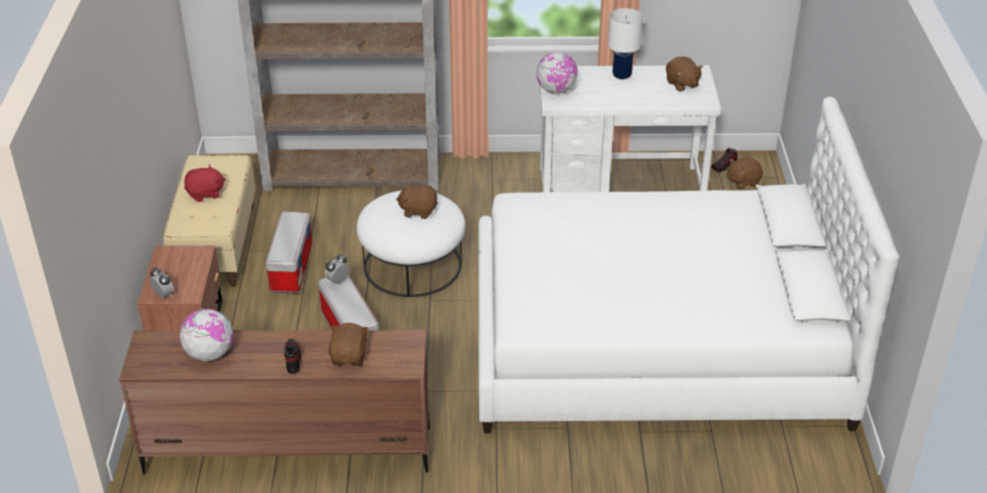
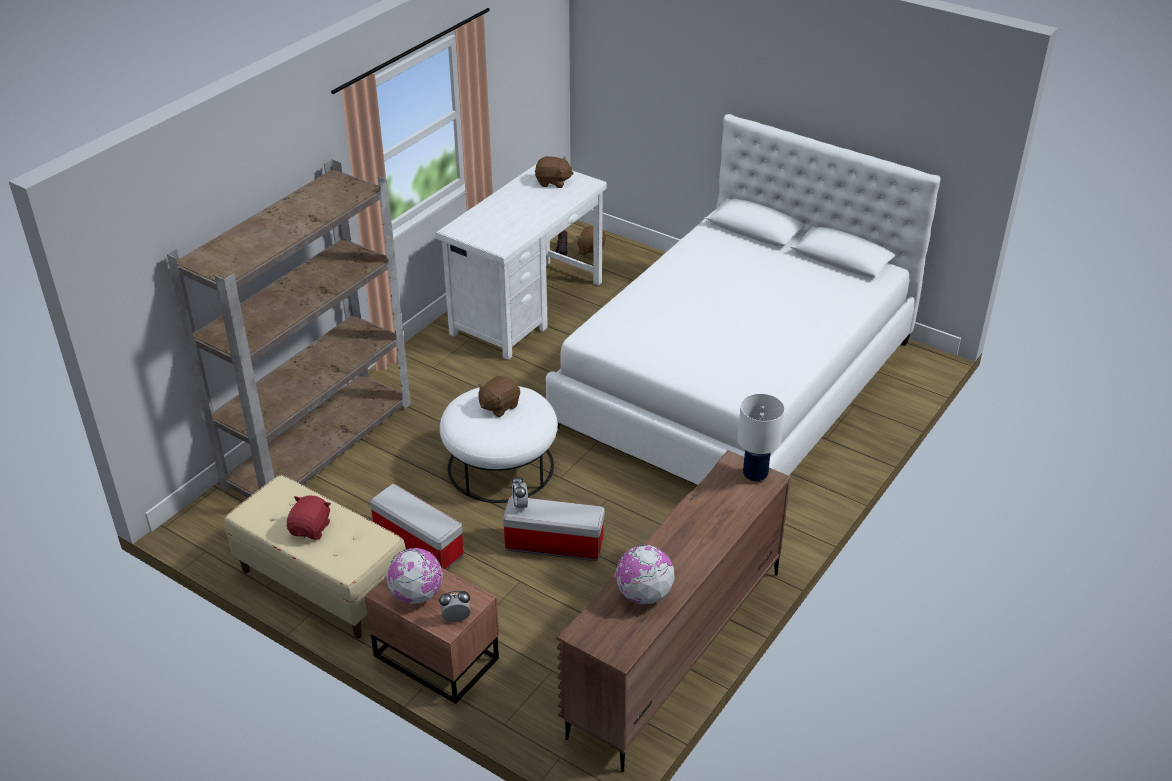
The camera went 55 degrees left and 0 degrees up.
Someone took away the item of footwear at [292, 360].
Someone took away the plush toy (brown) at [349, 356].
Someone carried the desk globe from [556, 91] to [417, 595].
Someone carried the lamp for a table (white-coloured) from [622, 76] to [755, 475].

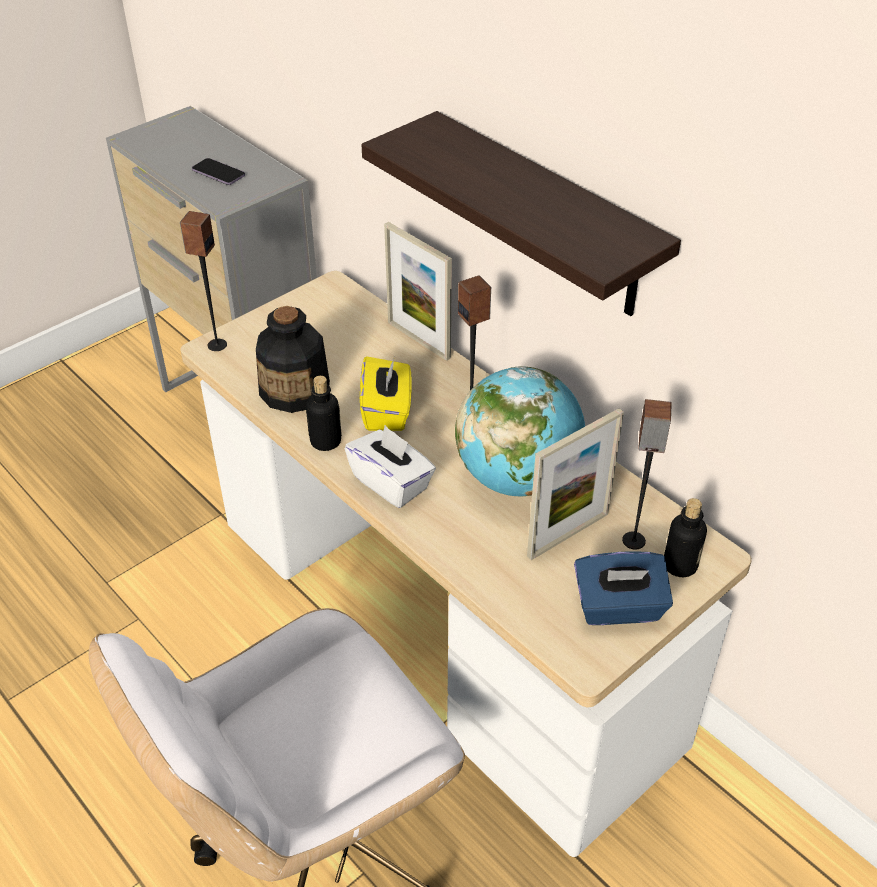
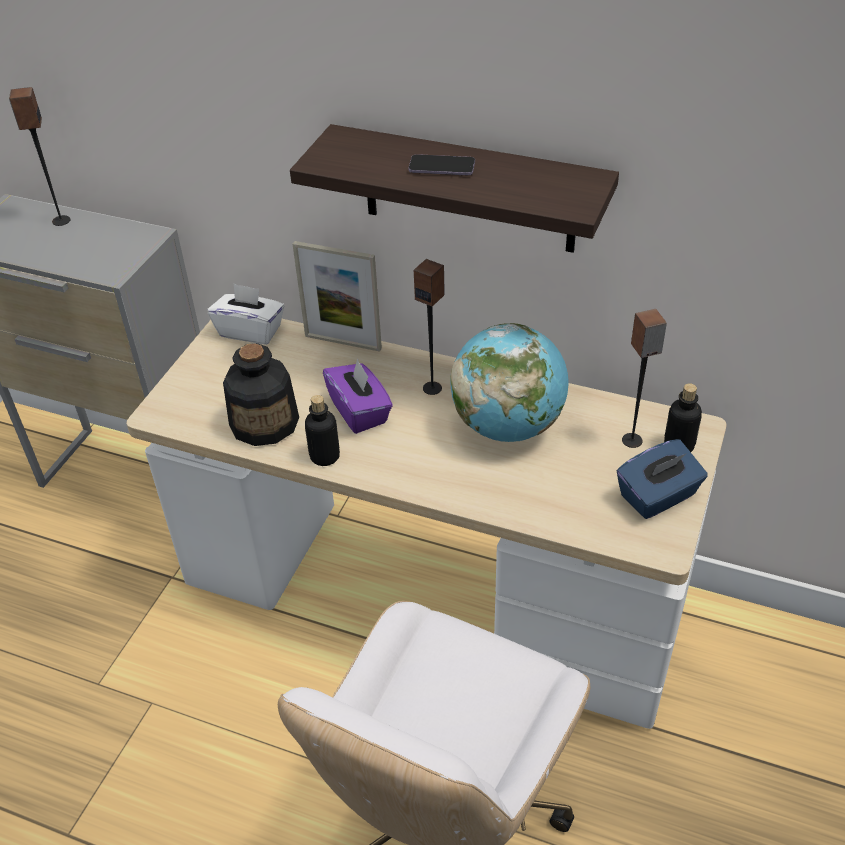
The camera went 25 degrees left and 0 degrees up.
Someone carried the loudspeaker from [216, 345] to [60, 221].
Someone carried the handset from [218, 173] to [442, 167].
Someone carried the tissue box (white-coloured) from [391, 483] to [250, 331].
Someone repainted the tissue box (yellow) at [387, 411], which became the tissue box (purple) at [359, 411].
Someone took away the photo frame at [568, 535].

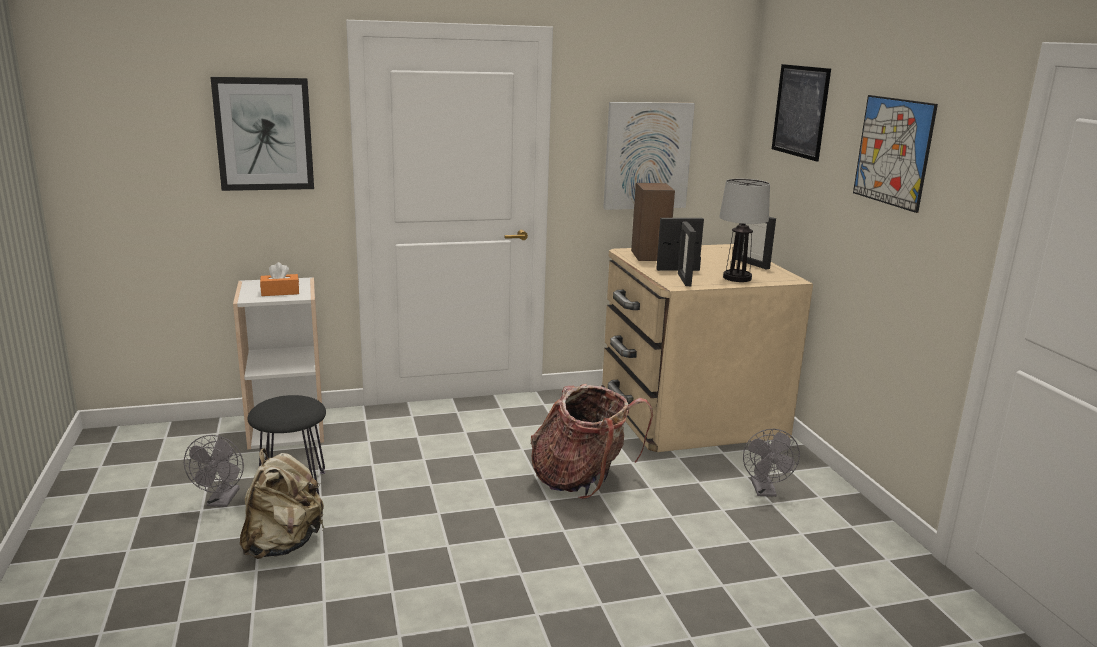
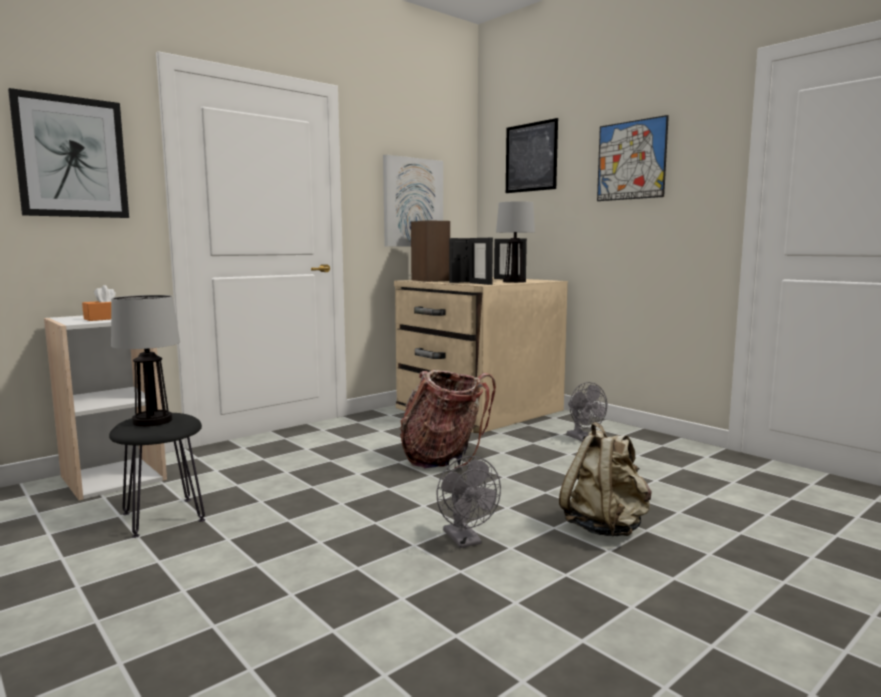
The camera went 25 degrees left and 10 degrees down.
Someone carried the cooling fan (grey) from [221, 501] to [466, 541].
Someone carried the rucksack (beige) from [283, 544] to [605, 527].
Someone put down the lamp for a table at [151, 421].

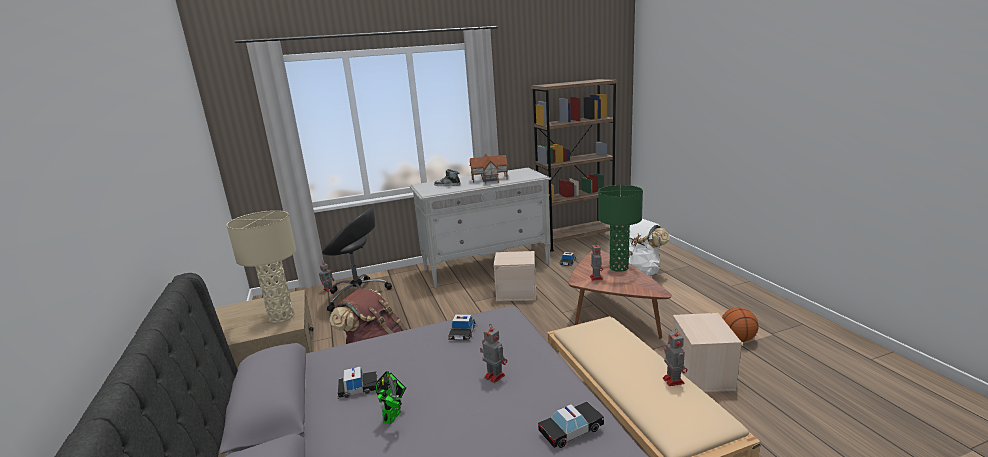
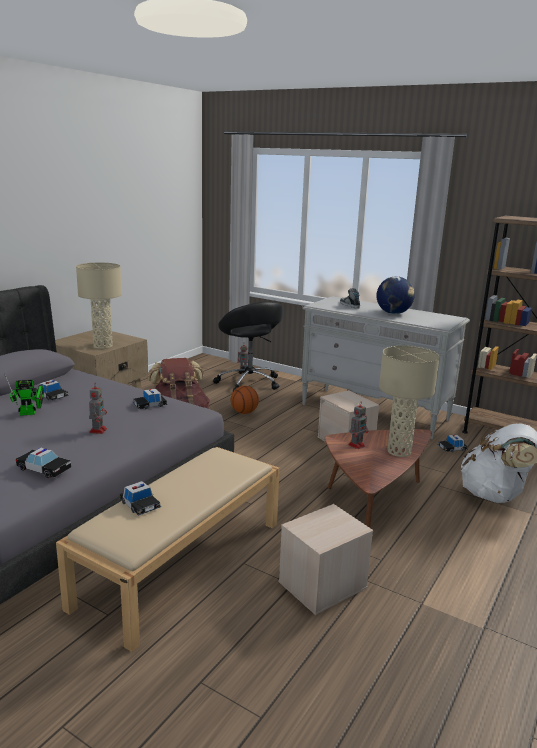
The camera went 50 degrees right and 0 degrees up.
Someone swapped the toy house at [489, 179] for the desk globe at [393, 313].
Someone repainted the lamp for a table (green-coloured) at [618, 267], which became the lamp for a table (beige) at [399, 451].
Someone took away the robot figure at [672, 380].
Someone carried the ball for basketball from [737, 339] to [244, 412].
Someone put down the miniature car at [140, 504].

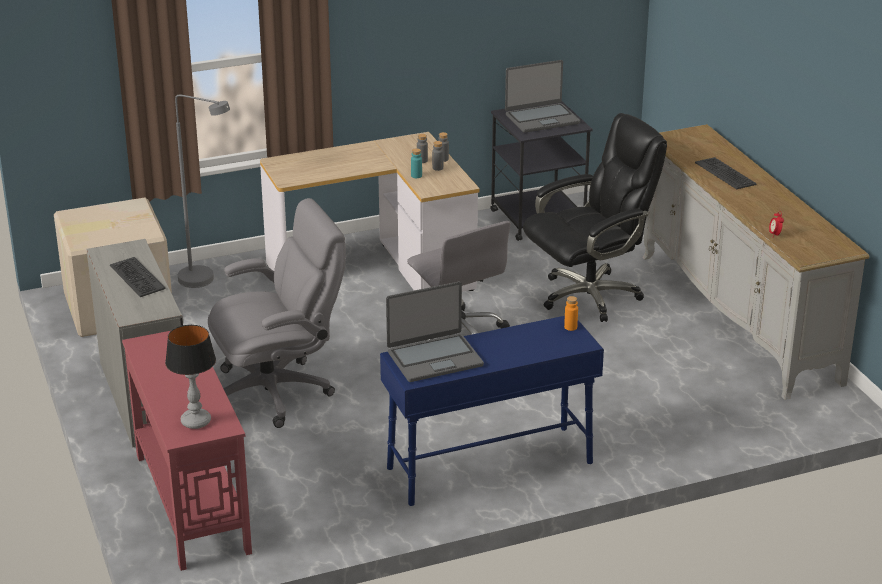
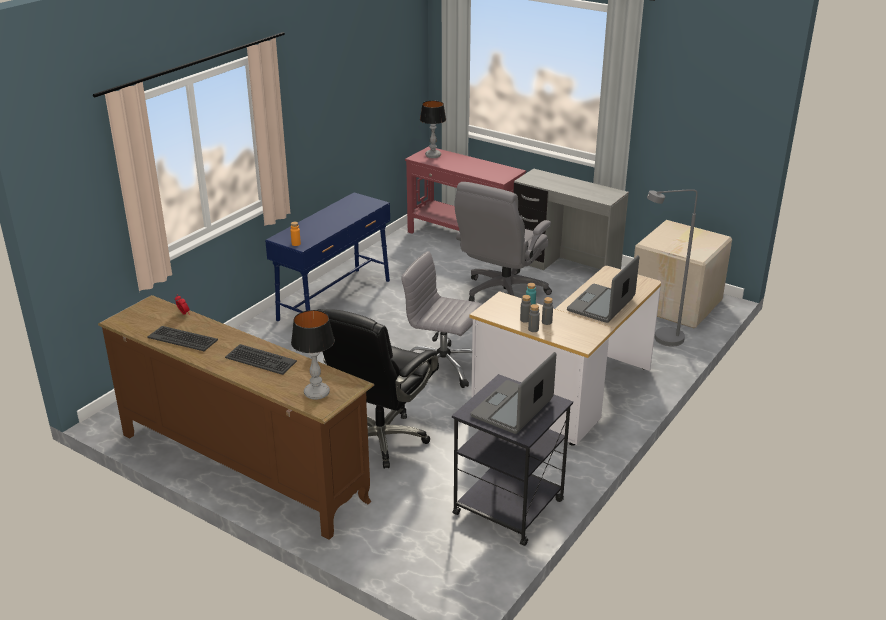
The camera went 145 degrees right and 0 degrees up.
Someone carried the PC keyboard from [136, 278] to [183, 339].
Someone carried the portable computer from [434, 358] to [601, 305].
Someone repainted the cabinet (grey) at [736, 318], which became the cabinet (brown) at [243, 465].
Someone put down the lamp for a table at [317, 393].

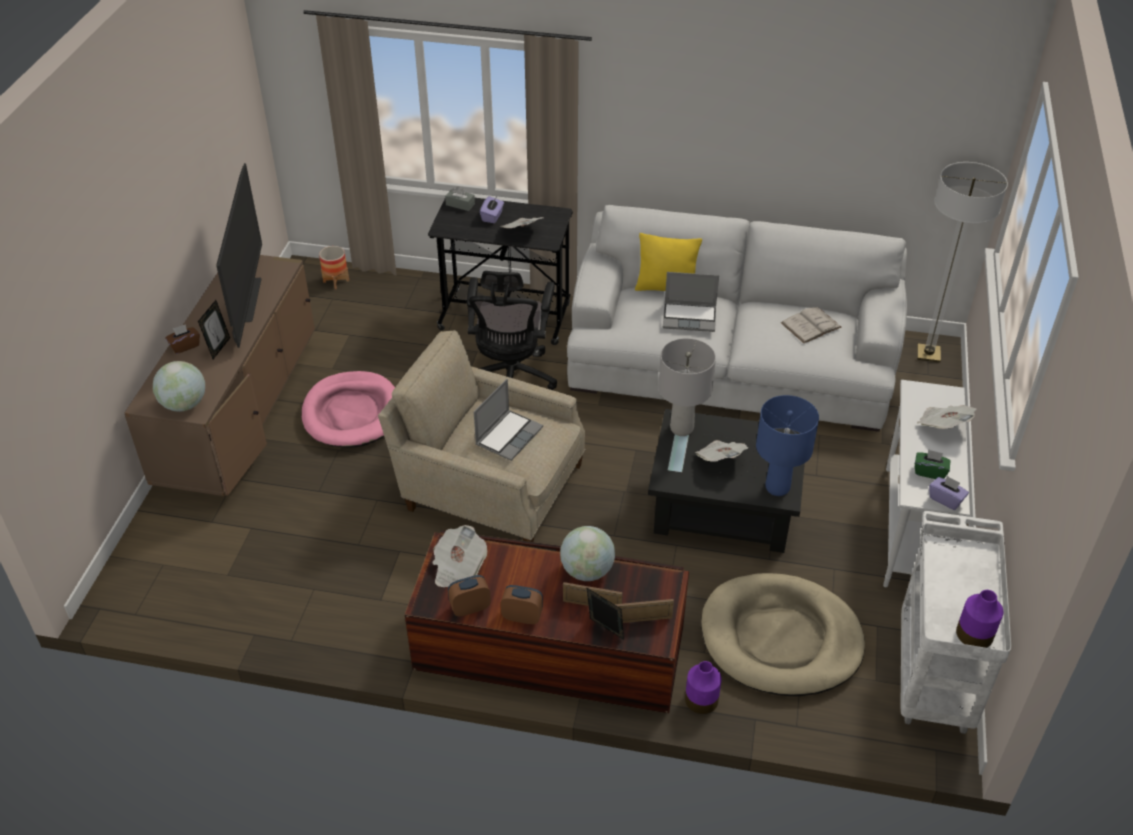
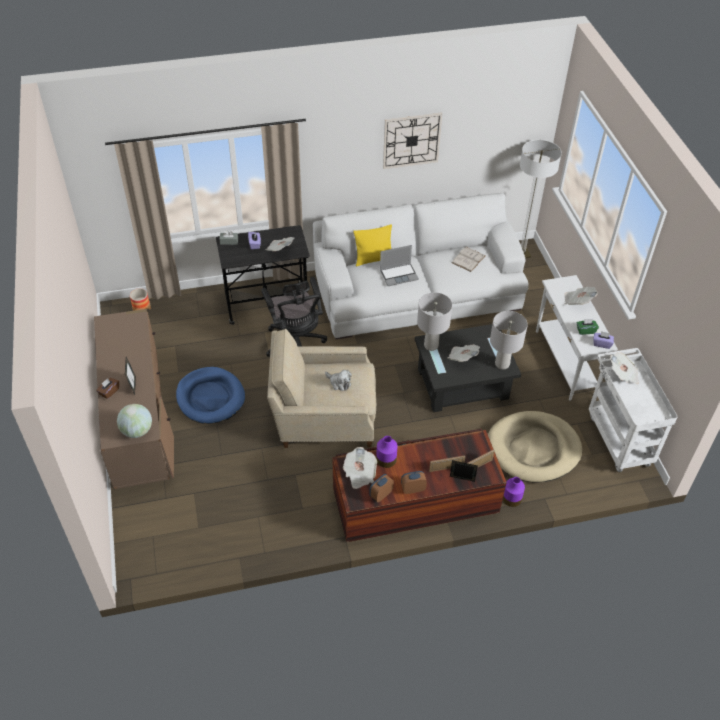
The camera went 25 degrees left and 5 degrees up.
Someone took away the television at [250, 300].
Someone repainted the pet bed (pink-coloured) at [352, 413], which became the pet bed (bluish) at [210, 397].
Someone swapped the portable computer at [509, 435] for the plush toy at [339, 383].
Someone took away the desk globe at [587, 571].
Someone repainted the lamp for a table (bluish) at [777, 487], which became the lamp for a table (grey) at [502, 364].
Someone carried the flower vase (purple) from [975, 633] to [386, 459].
Someone put up the hanging clock at [411, 140].
Someone put down the printed paper at [623, 374].

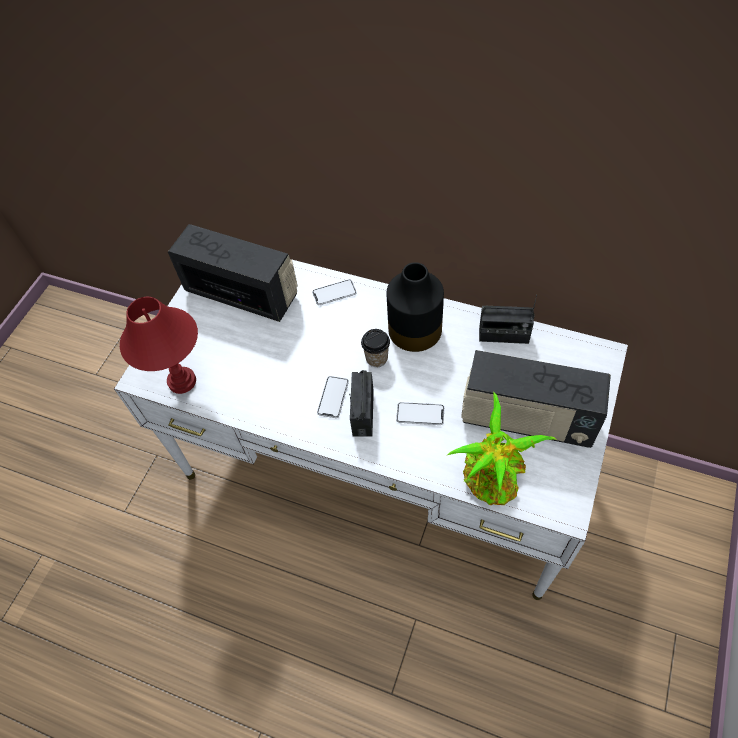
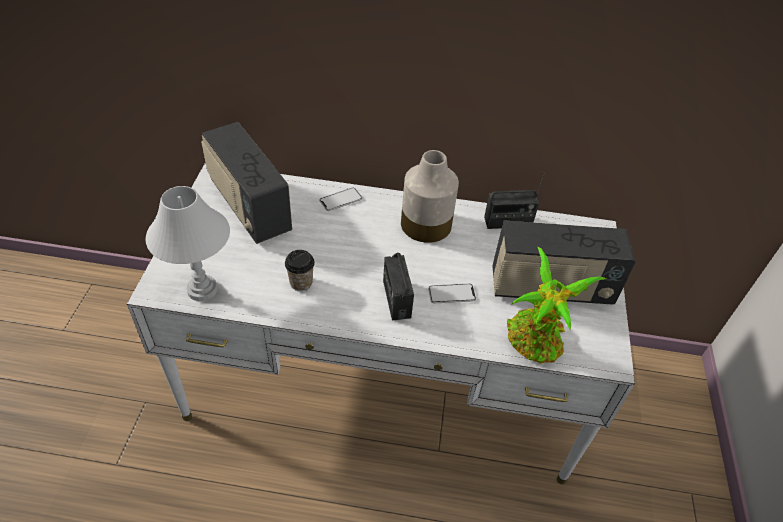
The camera went 20 degrees left and 10 degrees down.
Someone repainted the lamp for a table (reddish) at [182, 381], which became the lamp for a table (white-coloured) at [203, 289].
Someone rotated the radio at [242, 293] by 135 degrees counterclockwise.
Someone took away the handset at [333, 397].
Someone carried the small cup from [376, 358] to [301, 283].
Someone repainted the flower vase (black) at [415, 330], which became the flower vase (beige) at [426, 224].

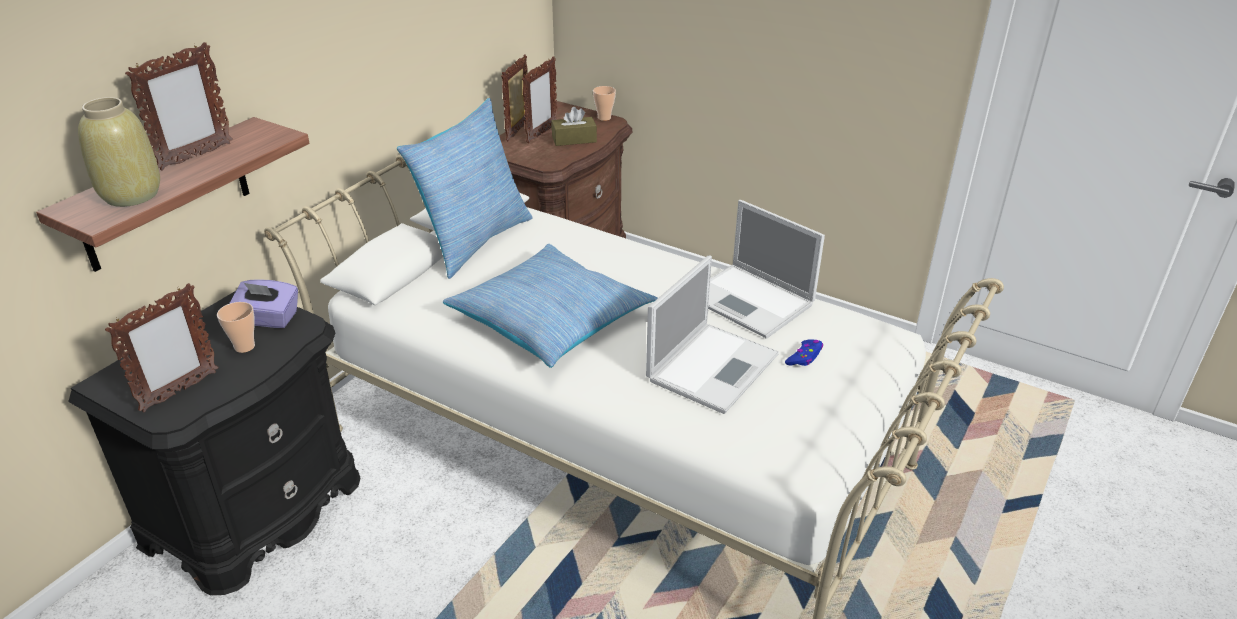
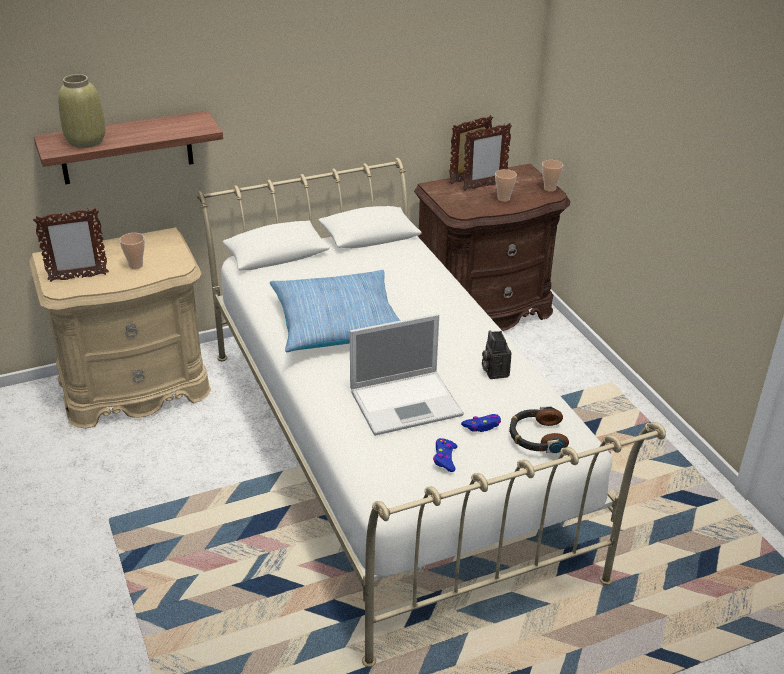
The camera went 35 degrees right and 0 degrees up.
Someone repainted the bedside table (black) at [262, 512], which became the bedside table (beige) at [137, 390].
Someone took away the photo frame at [195, 157].
Someone took away the tissue box (purple) at [268, 319].
Someone took away the throw pillow at [473, 241].
Someone swapped the tissue box (brown) at [574, 139] for the small cup at [503, 199].
Someone swapped the portable computer at [752, 301] for the still camera at [494, 371].
Someone put down the game controller (bluish) at [445, 458].
Someone put down the headphones at [536, 436].

